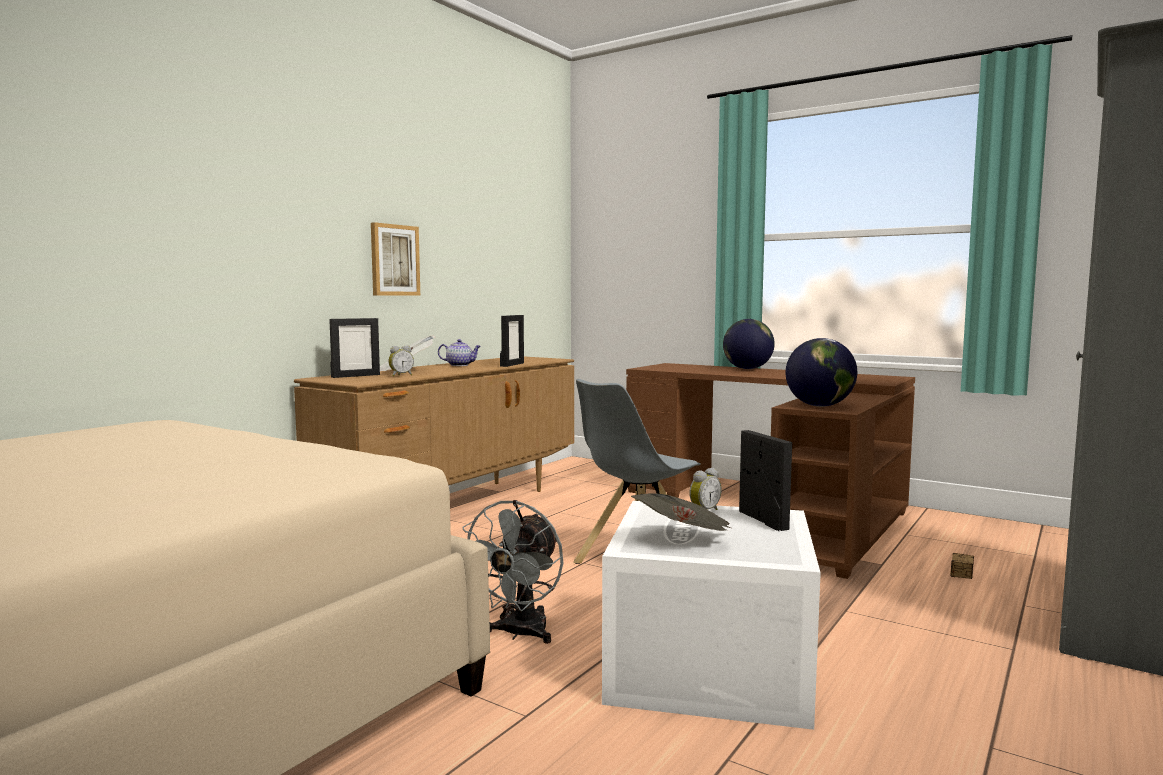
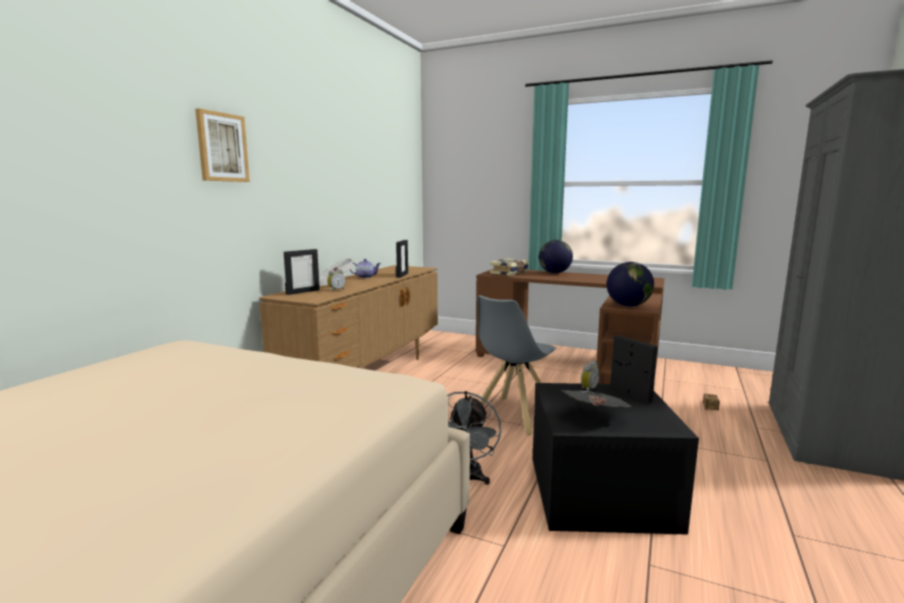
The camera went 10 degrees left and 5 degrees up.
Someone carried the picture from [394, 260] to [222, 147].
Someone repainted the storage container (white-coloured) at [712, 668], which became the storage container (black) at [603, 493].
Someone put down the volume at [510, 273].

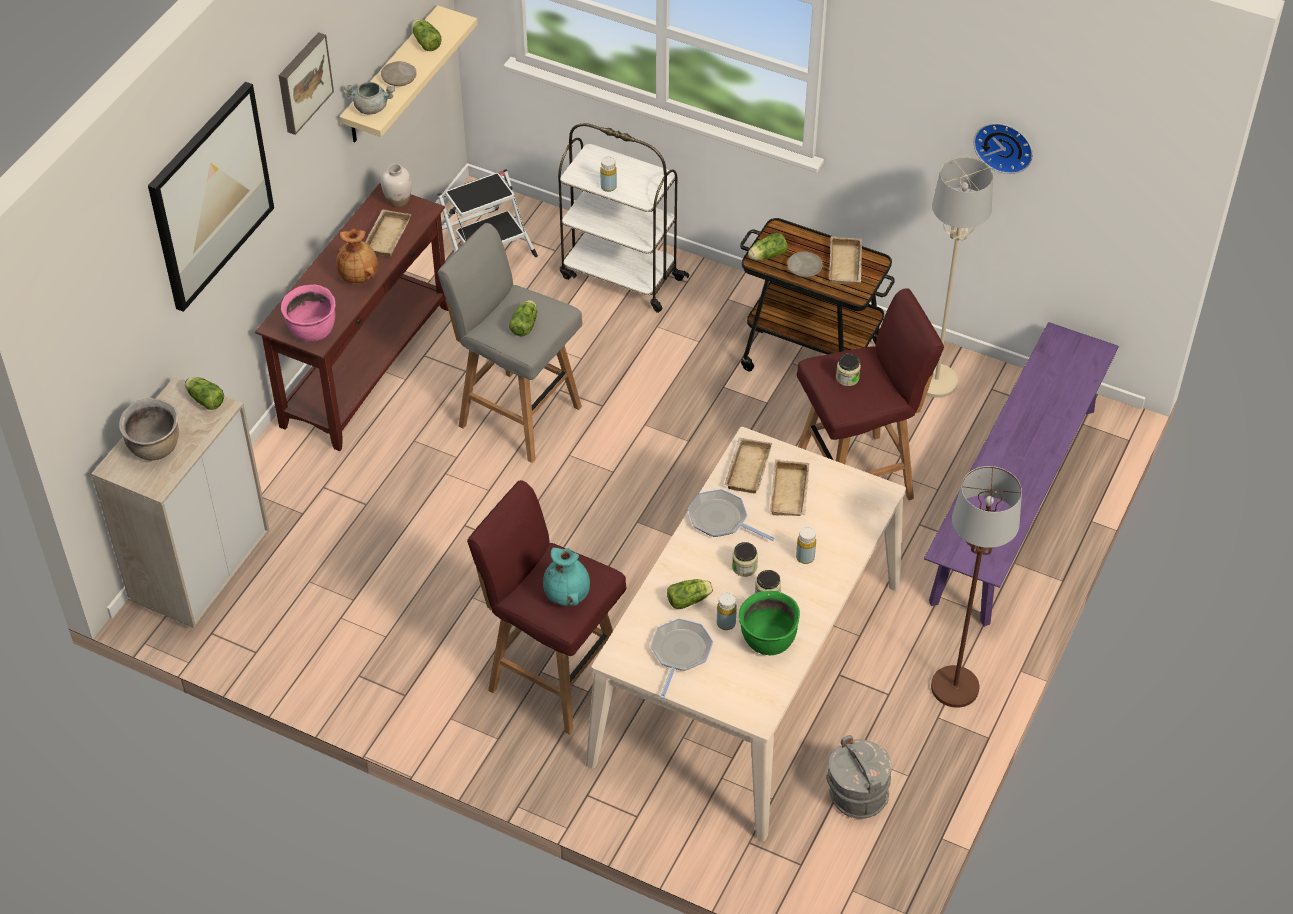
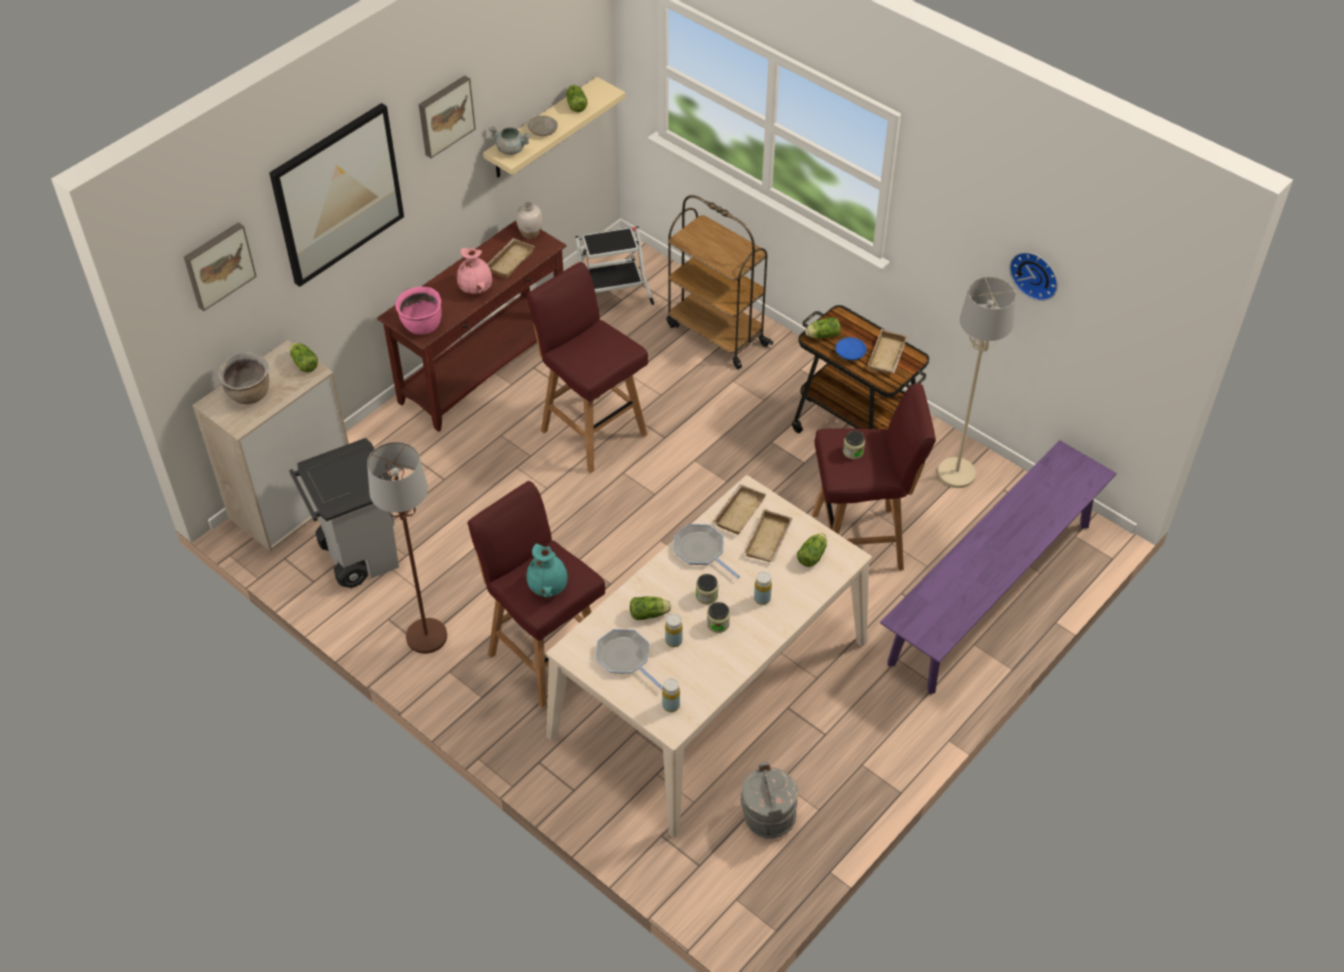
The camera went 15 degrees right and 0 degrees up.
Someone repainted the flower vase (brown) at [359, 275], which became the flower vase (pink-coloured) at [476, 288].
Someone repainted the sitting stool (grey) at [517, 415], which became the sitting stool (reddish) at [592, 431].
Someone carried the lettuce head from [525, 324] to [813, 555].
Someone repainted the trolley (white-coloured) at [620, 277], which became the trolley (brown) at [716, 334].
Someone carried the bottle (yellow) from [608, 187] to [671, 705].
Someone rotated the frying pan at [680, 653] by 75 degrees counterclockwise.
Someone took away the stockpot (green-coloured) at [768, 641].
Someone repainted the plate (beige) at [804, 269], which became the plate (bluish) at [850, 352].
Someone carried the standing lamp (brown) from [954, 688] to [426, 637].
Someone put up the picture at [218, 265].
Someone put down the waste bin (grey) at [359, 555].

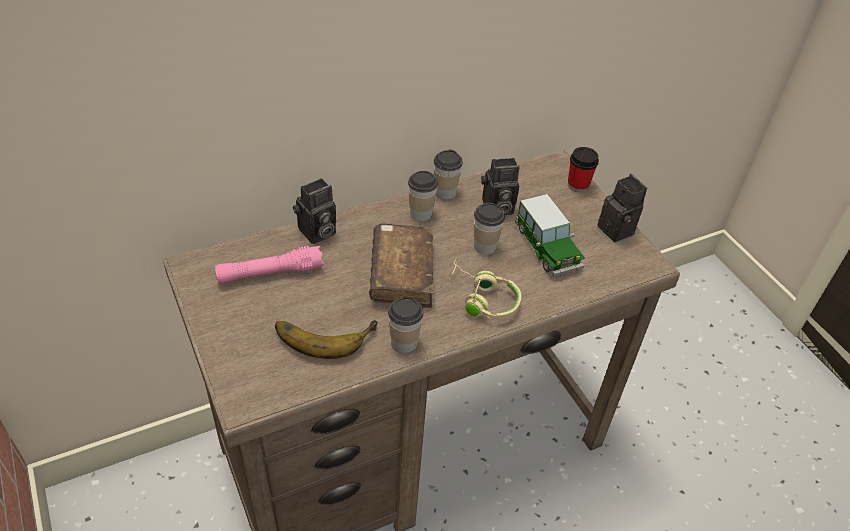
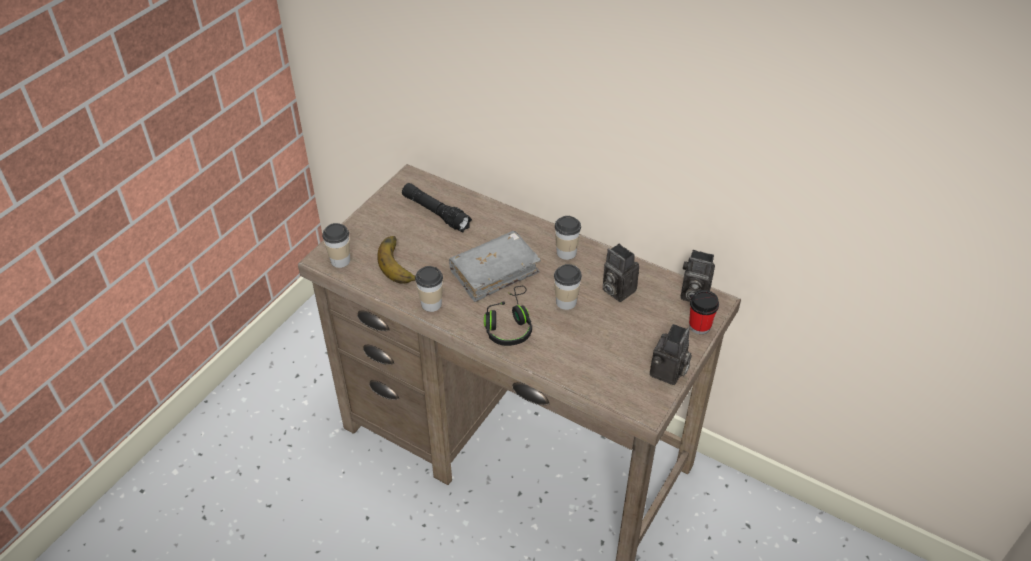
The camera went 60 degrees right and 0 degrees up.
Someone repainted the hand torch (pink-coloured) at [270, 273], which became the hand torch (black) at [435, 213].
Someone carried the still camera from [316, 233] to [692, 295].
Someone repainted the volume (brown) at [402, 274], which became the volume (grey) at [494, 272].
Someone carried the small cup from [445, 192] to [340, 260].
Someone repainted the headphones (beige) at [482, 299], which became the headphones (black) at [509, 324].
Someone took away the miniature car at [547, 248].

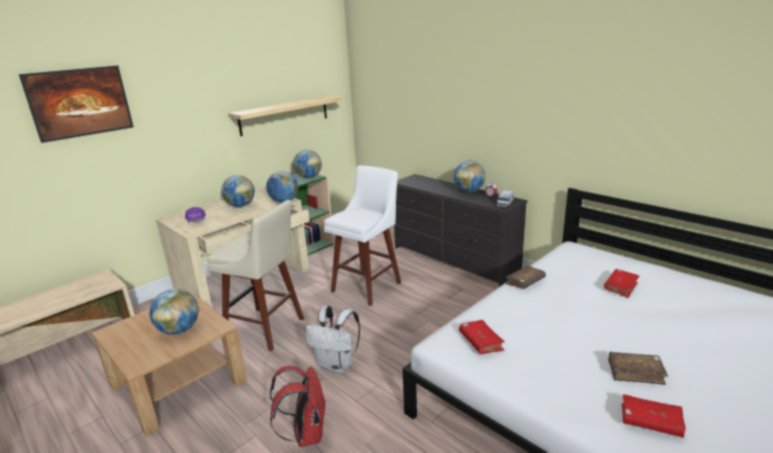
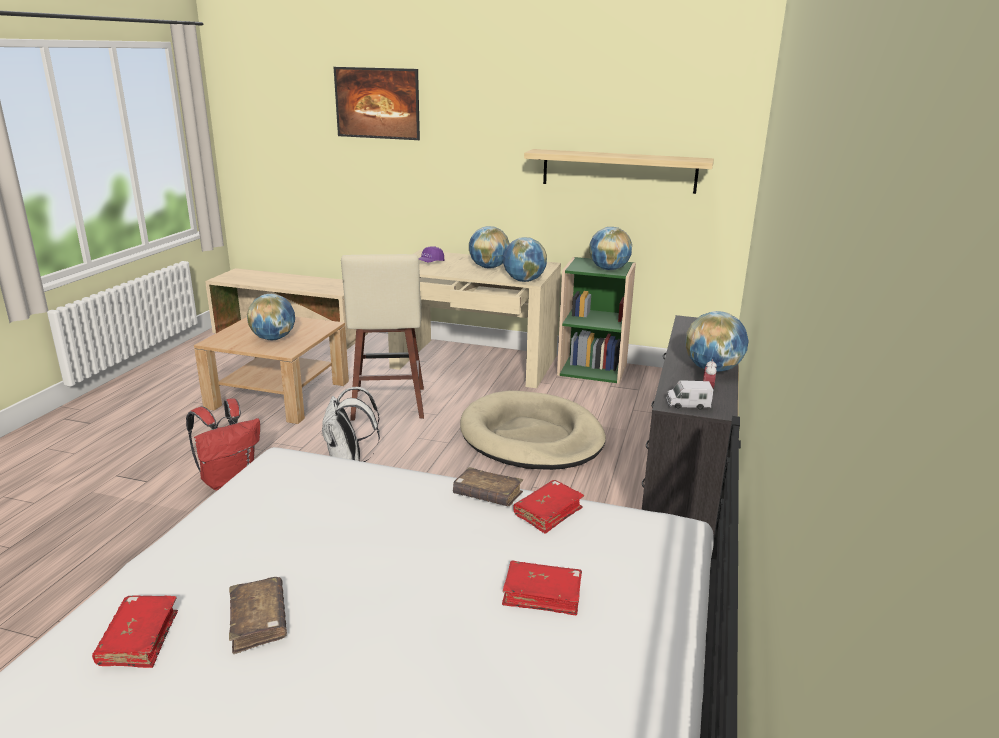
The camera went 60 degrees right and 0 degrees up.
Someone swapped the sitting stool (white-coloured) at [368, 287] for the pet bed (beige) at [531, 437].
Someone carried the volume (reddish) from [480, 342] to [548, 512].

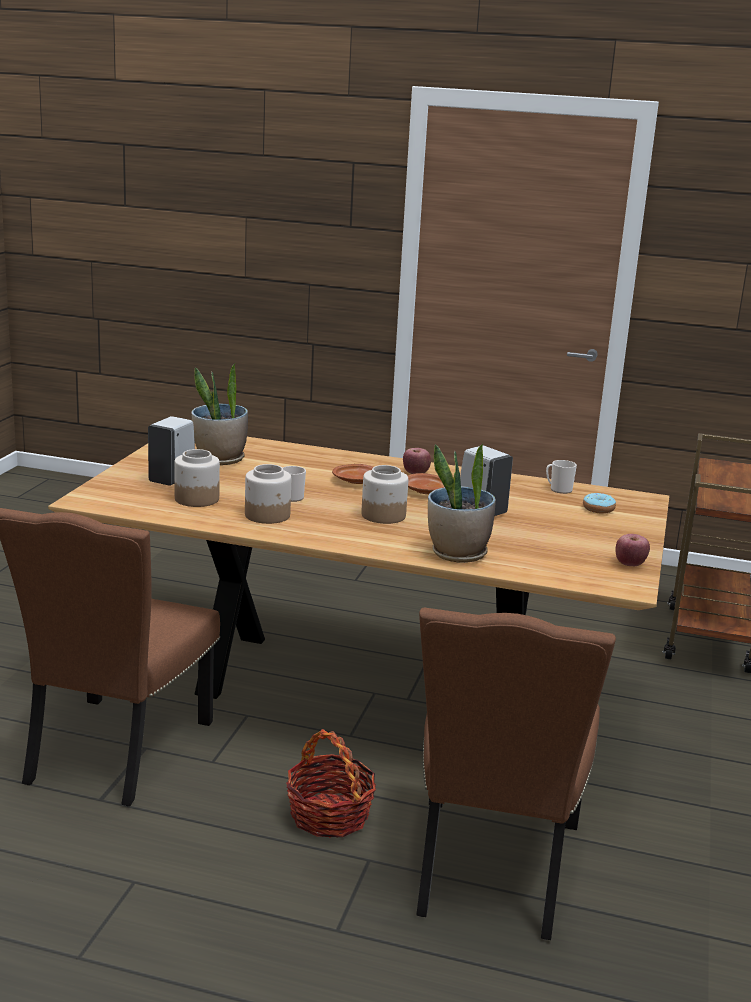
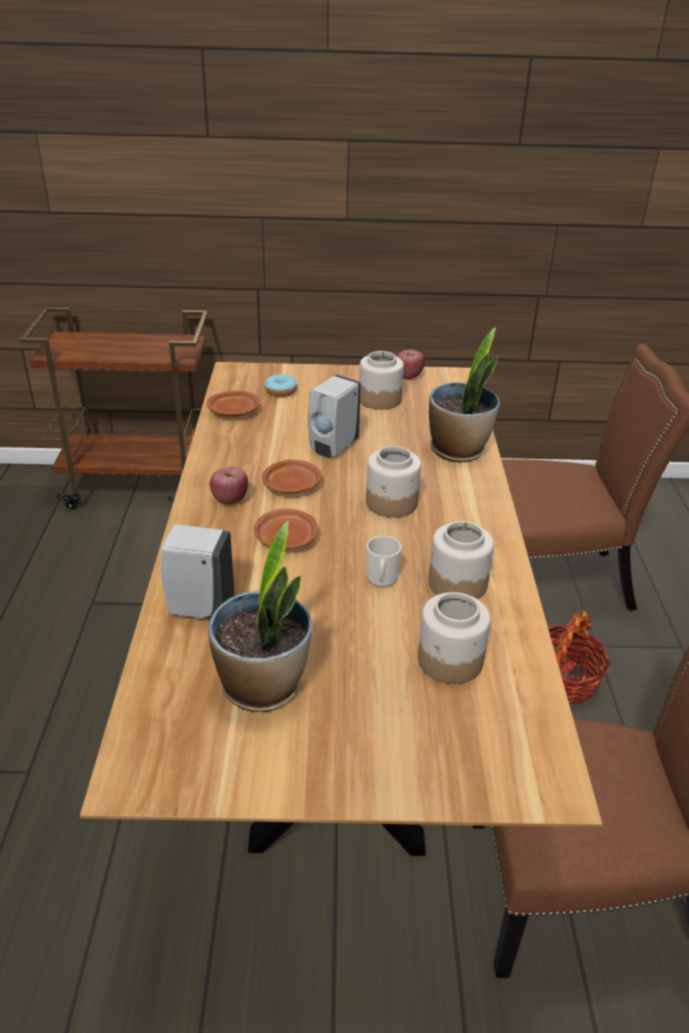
The camera went 105 degrees left and 15 degrees up.
Someone carried the soap bottle (white-coloured) from [172, 480] to [199, 608].
Someone swapped the coffee mug at [558, 489] for the plate (brown) at [234, 411].
Someone put down the storage jar at [379, 399].

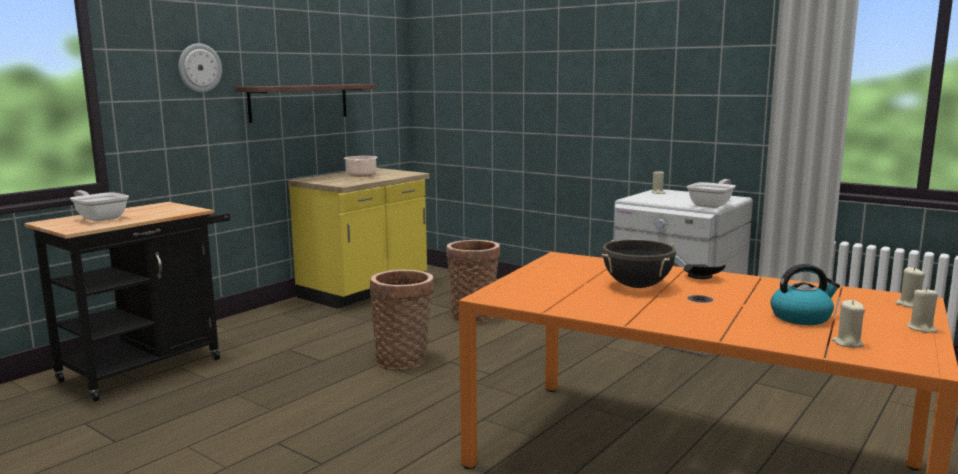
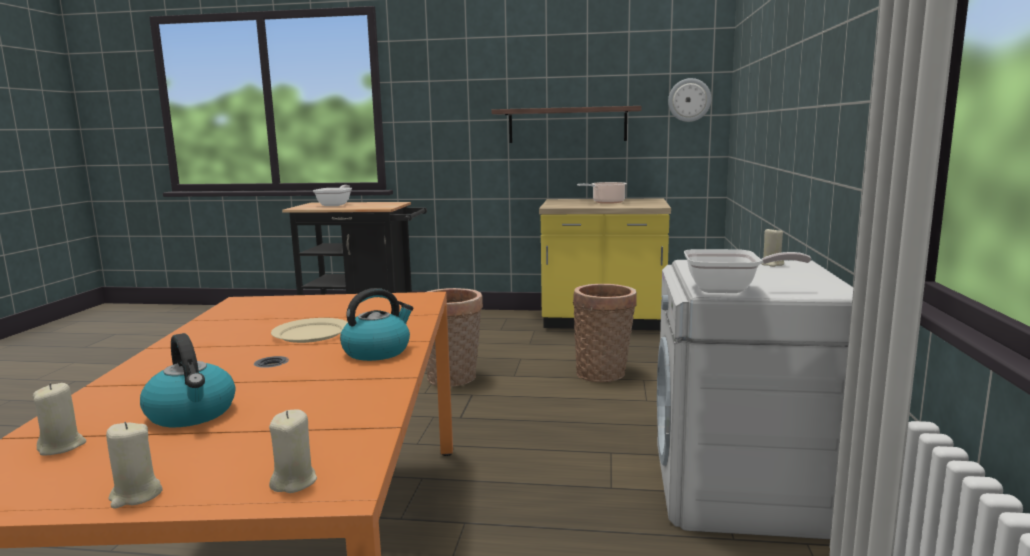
The camera went 60 degrees right and 0 degrees up.
Someone carried the hanging clock from [199, 68] to [689, 100].
Someone swapped the stockpot (black) at [637, 286] for the plate (beige) at [310, 333].
Someone swapped the plate (black) at [701, 277] for the tea kettle at [377, 351].

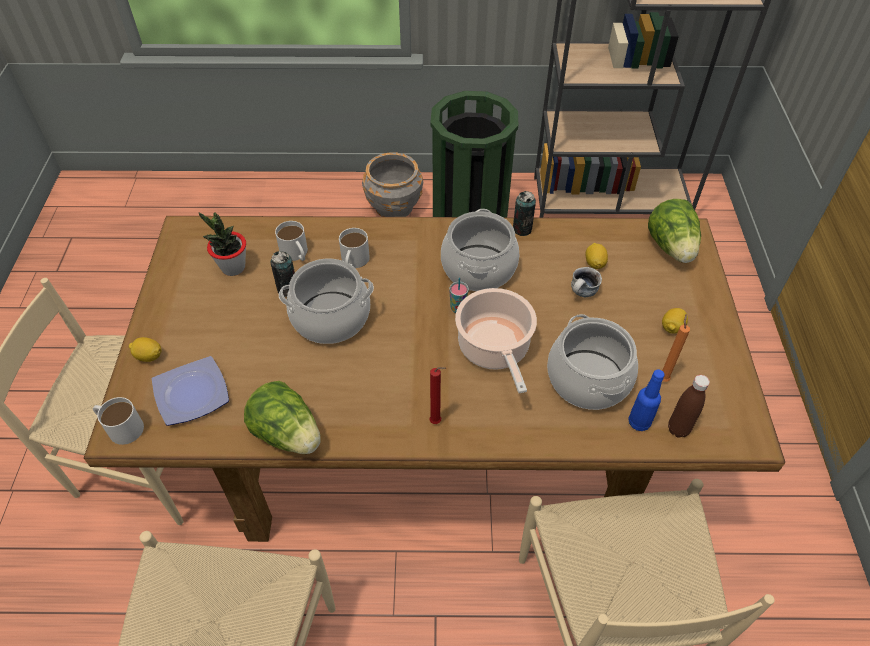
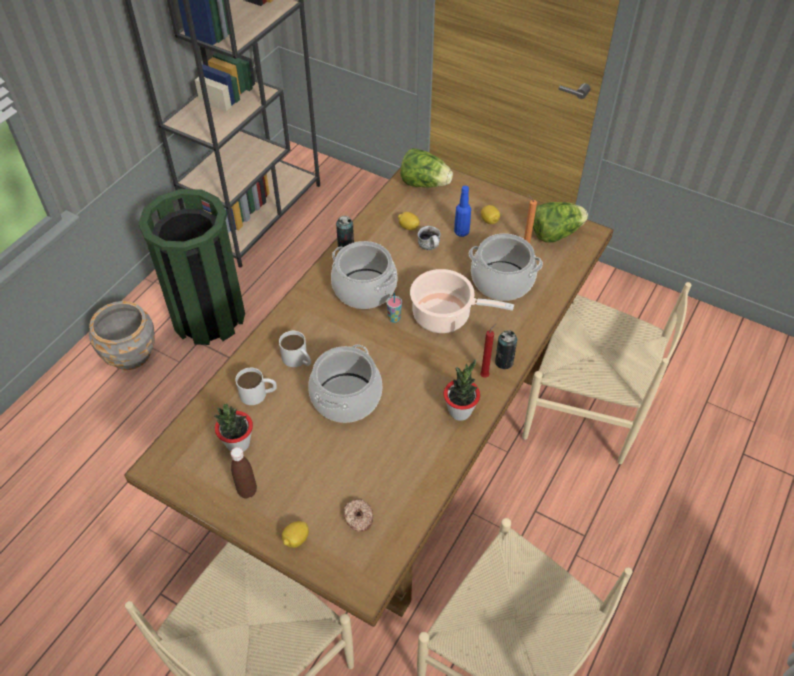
The camera went 60 degrees left and 0 degrees up.
Someone took away the coffee mug (white-coloured) at [120, 427].
Someone swapped the plate at [192, 392] for the ring doughnut at [358, 518].
Someone carried the lettuce head from [288, 434] to [555, 233].
Someone carried the metal can from [287, 289] to [504, 362].
Someone carried the bottle (bluish) from [639, 422] to [461, 232].
Someone carried the bottle (brown) from [678, 429] to [247, 491].
Someone put down the potted plant at [460, 411].

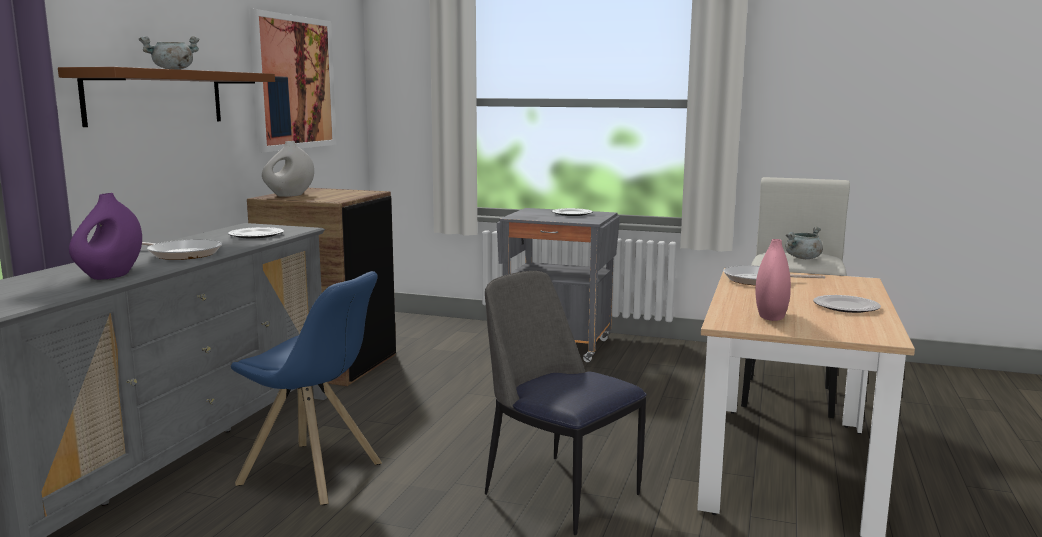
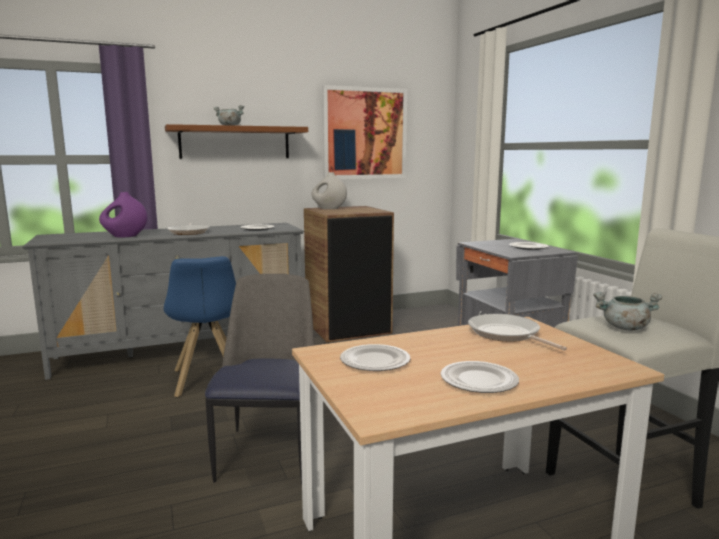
The camera went 50 degrees right and 0 degrees up.
Someone swapped the flower vase (pink-coloured) at [771, 316] for the plate at [375, 360].

